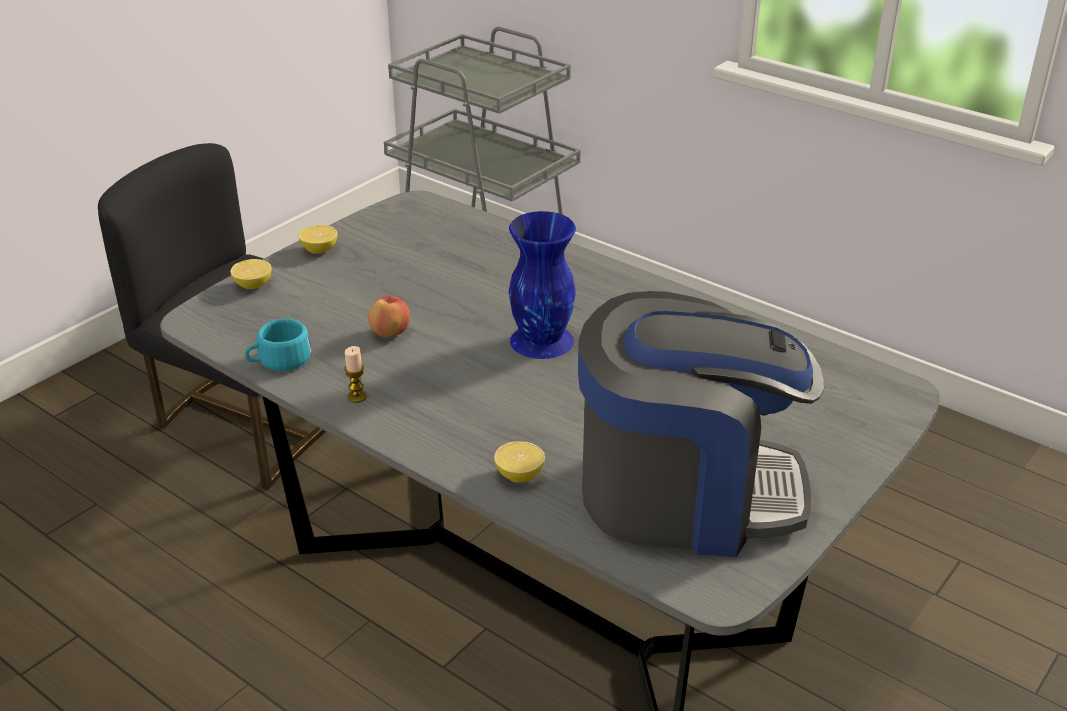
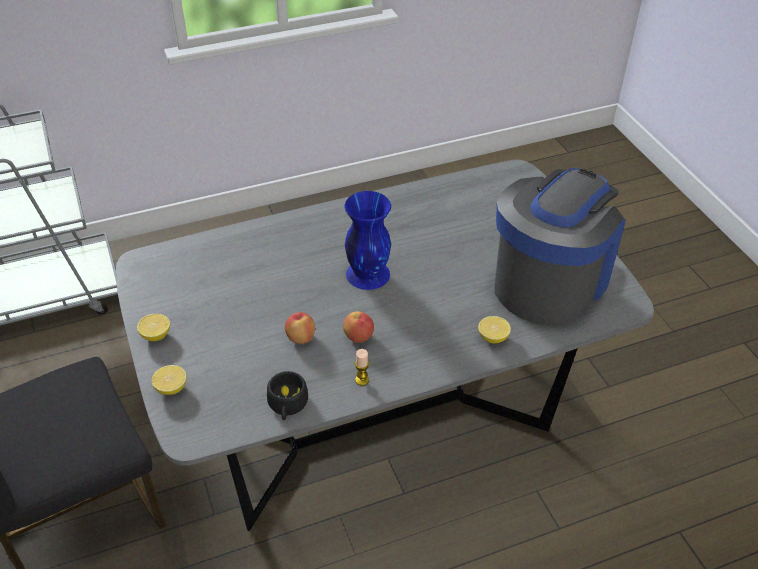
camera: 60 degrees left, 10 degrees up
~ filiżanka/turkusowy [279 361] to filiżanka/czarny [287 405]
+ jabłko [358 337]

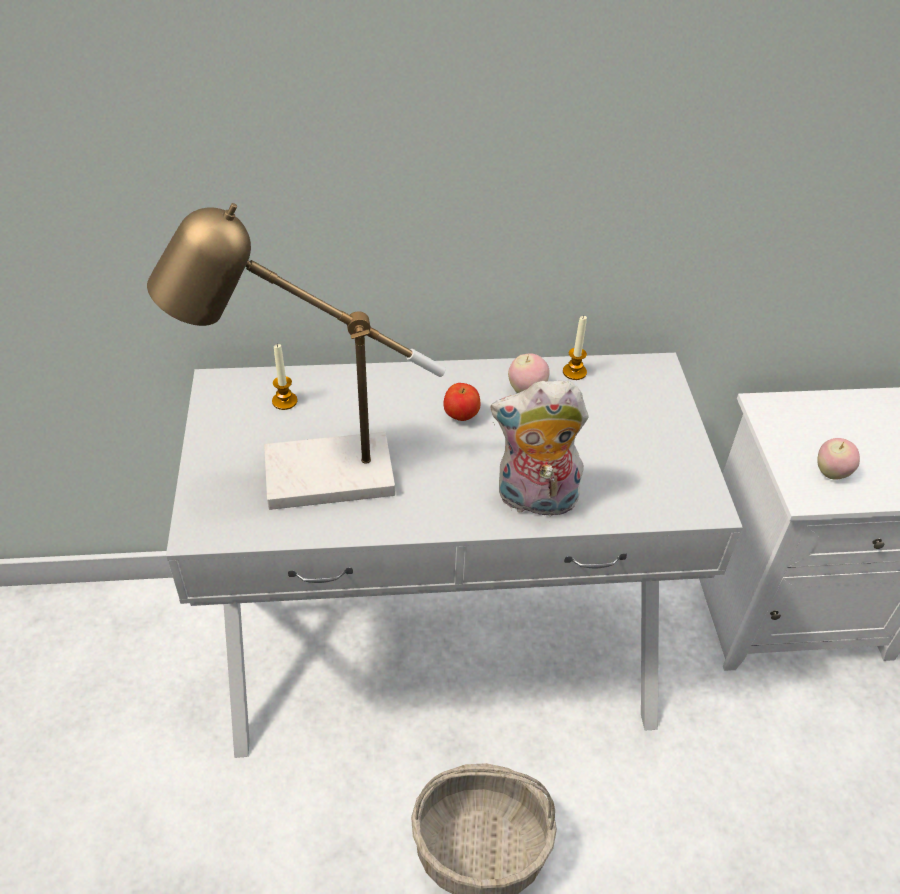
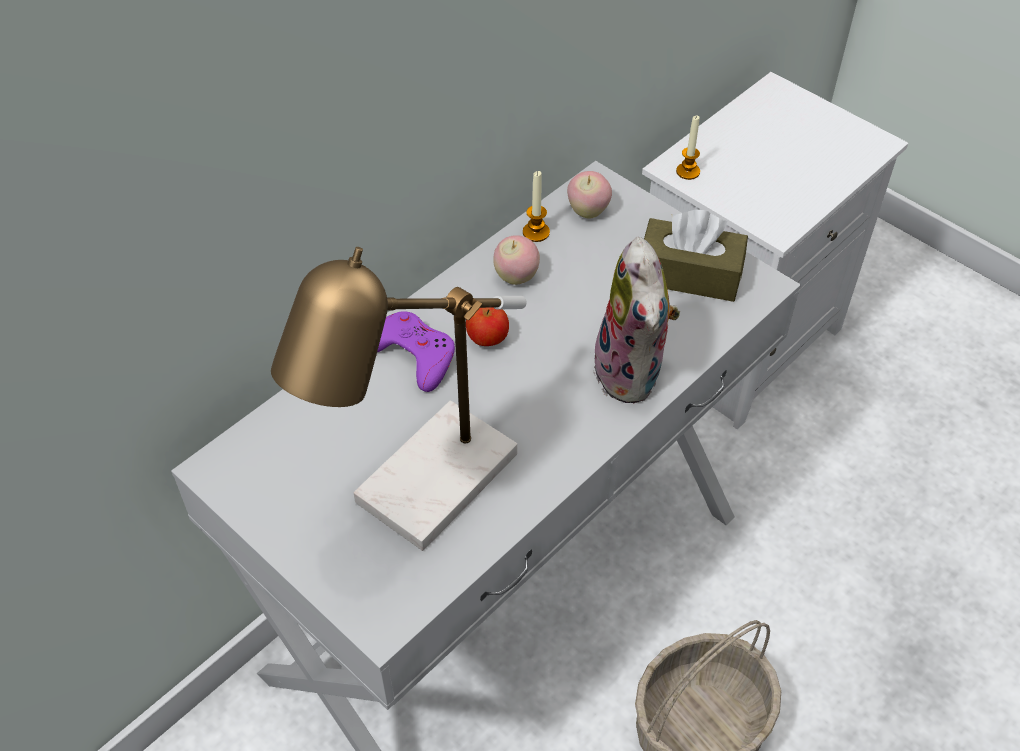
camera: 40 degrees left, 5 degrees up
+ pad do gier/fioletowy [412 355]
~ jabłko [831 473] to [588 211]
~ pluszak [534 500] = [633 373] 60 degrees counterclockwise
+ pudełko chusteczek/brązowy [689 274]
~ świeca [284 401] to [688 171]

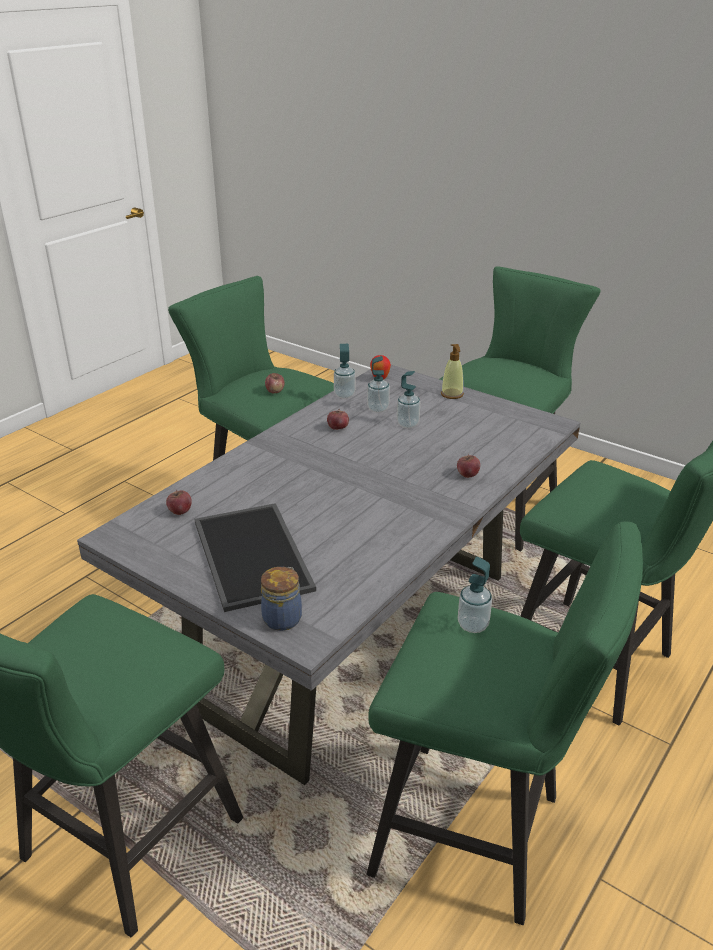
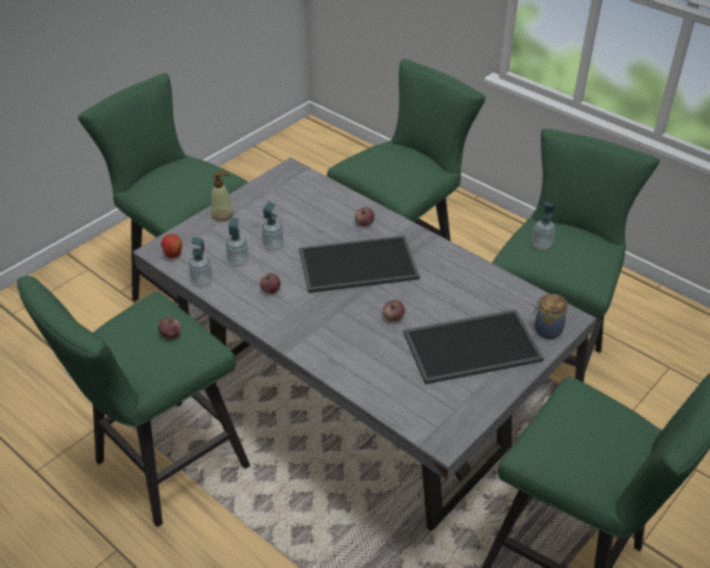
camera: 85 degrees left, 10 degrees up
+ taca [357 266]
~ jabłko [180 511] to [393 317]

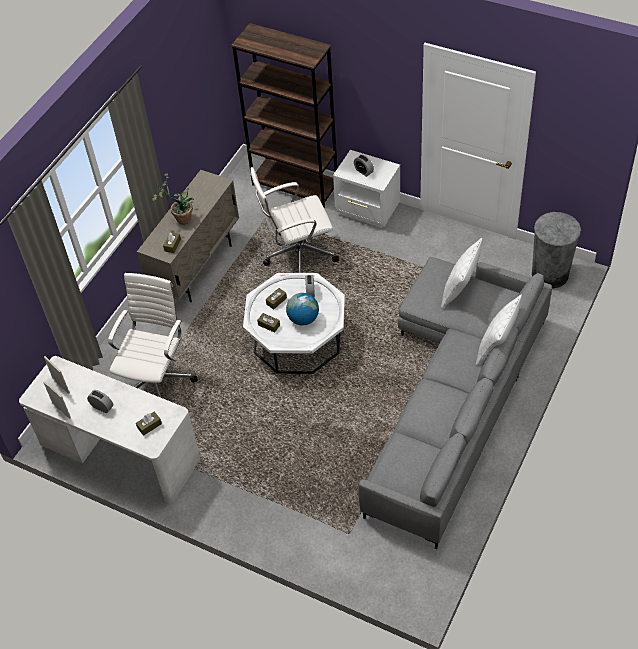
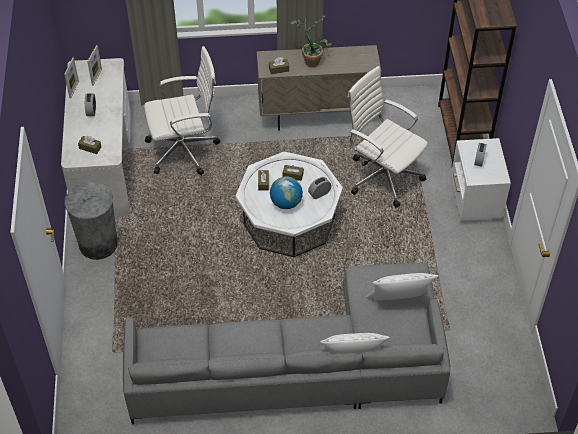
camera: 55 degrees right, 0 degrees up
~ kosz na śmieci/szary [550 274] to [98 244]

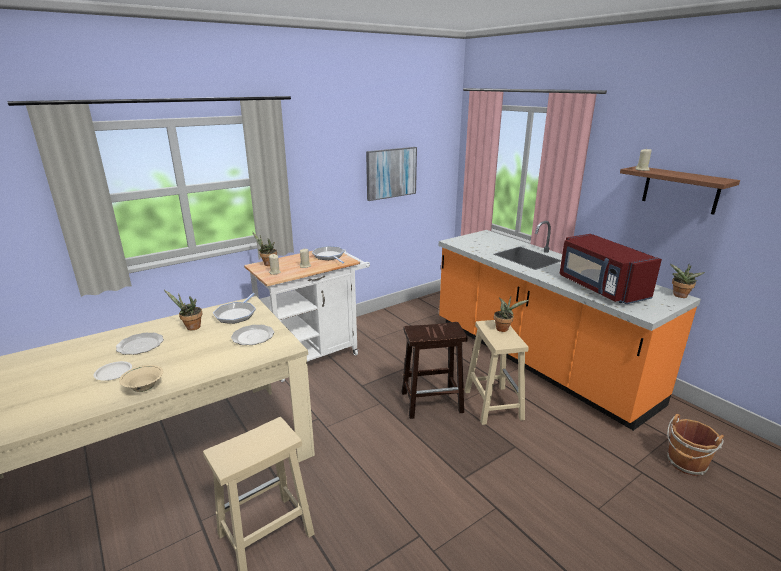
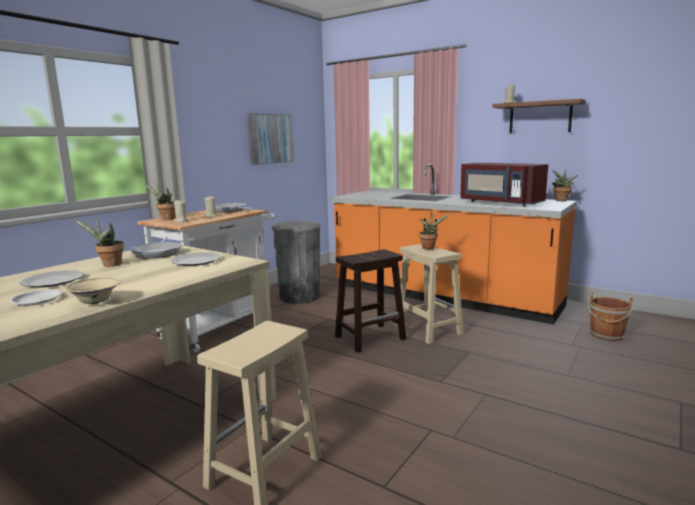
camera: 20 degrees left, 10 degrees down
+ kosz na śmieci/szary [299 297]

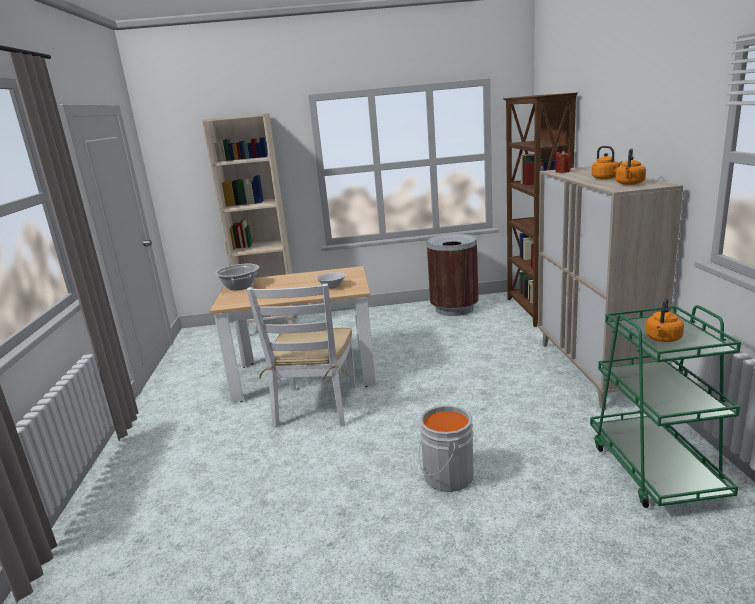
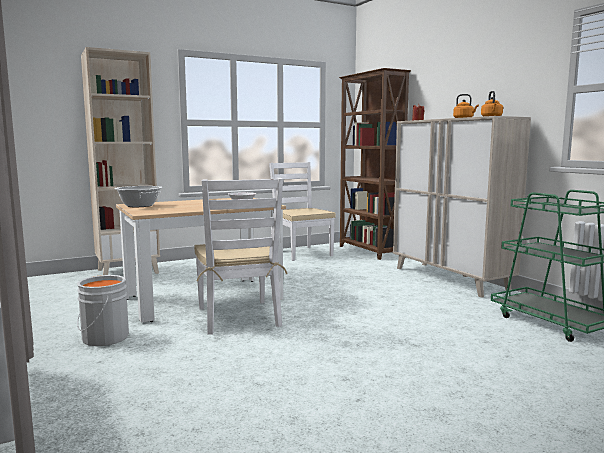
camera: 25 degrees left, 10 degrees down
~ wiadro/szary [445 476] to [103 338]
~ kosz na śmieci/brązowy [454 309] to krzesło/biały [301 253]
- czajnik/pomarańczowy [663 339]

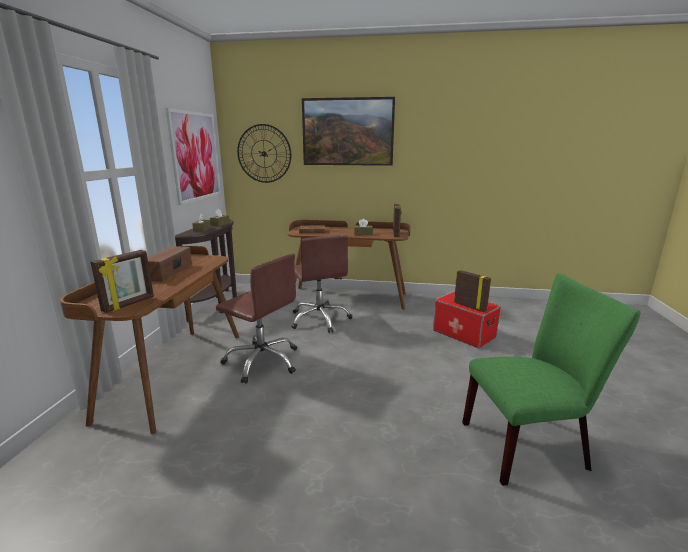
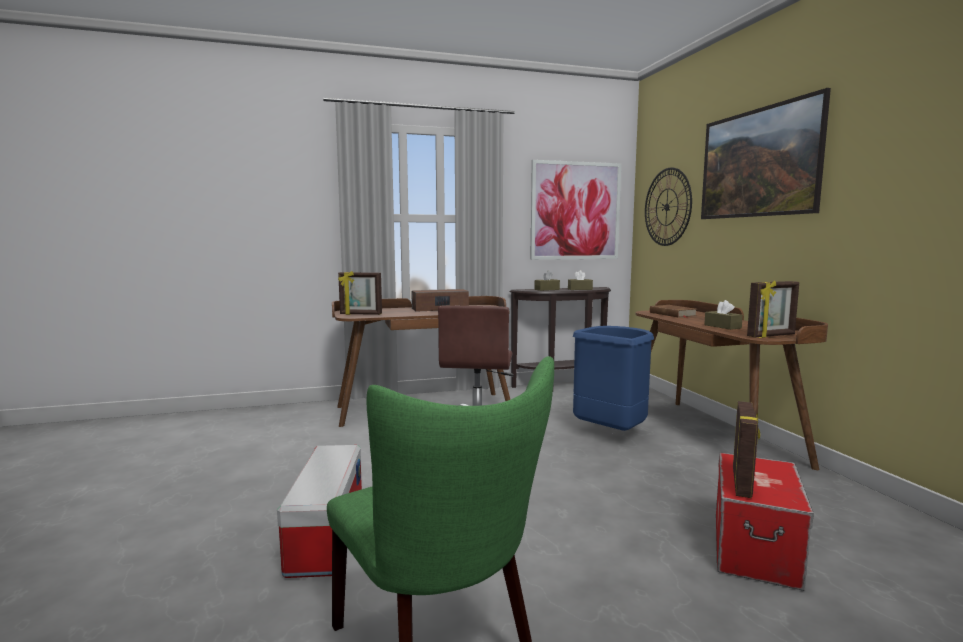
camera: 65 degrees right, 10 degrees down
+ pojemnik do przechowywania [326 534]
~ krzesło biurowe/brązowy [320 319] to kosz na śmieci/niebieski [611 433]

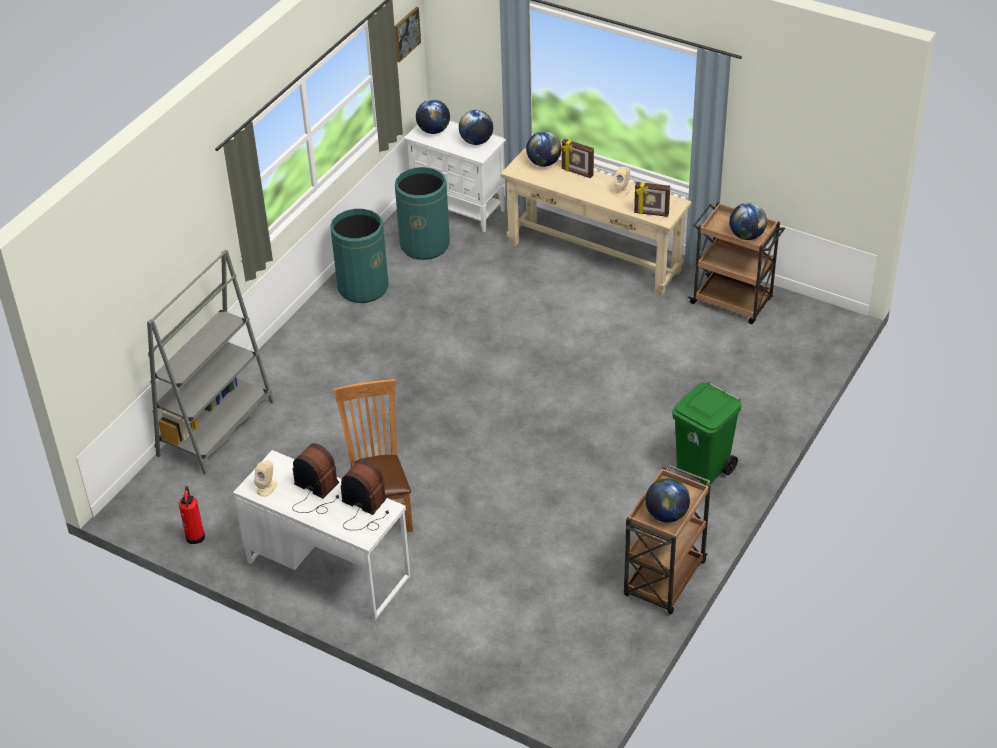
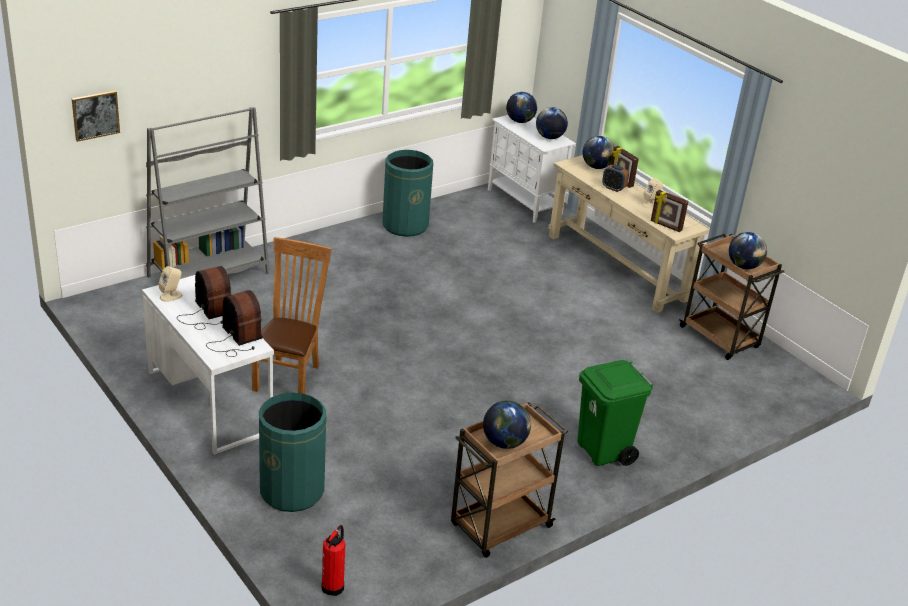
camera: 20 degrees right, 10 degrees down
~ obraz [406 34] to [95 115]
~ kosz na śmieci/zielony [425 244] to [292 491]
~ gaśnica [195 535] to [334 585]
+ budzik [613 188]

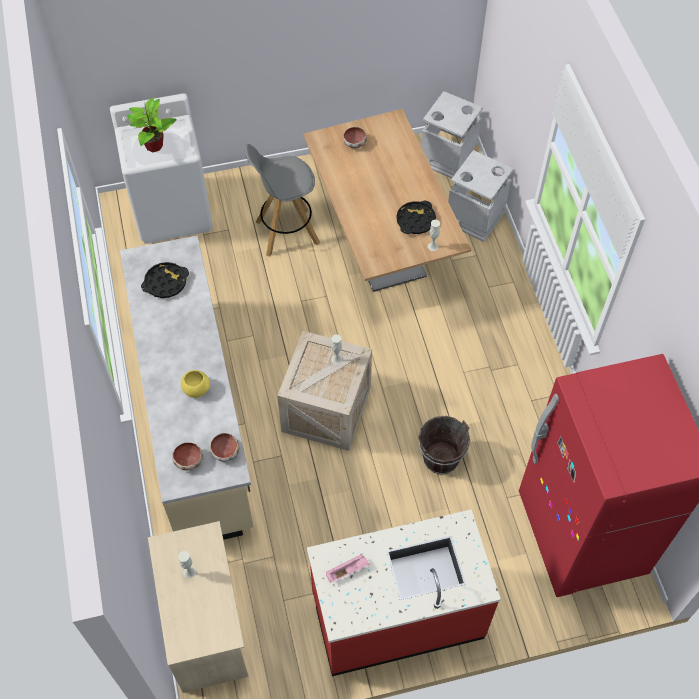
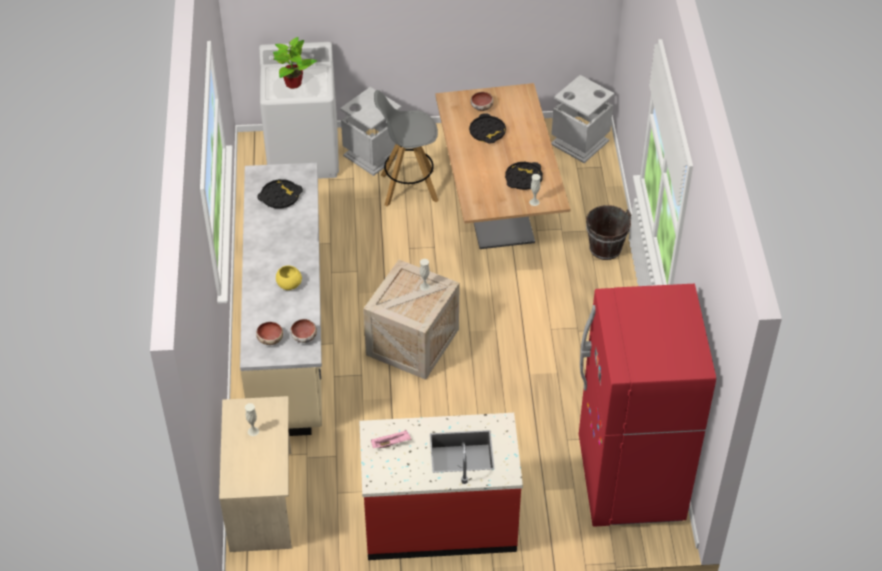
camera: 10 degrees right, 10 degrees down
~ kosz na śmieci/szary [476 217] to [373 155]
+ taca/czarny [487 132]
~ wiadro/brązowy [441 459] to [605 249]

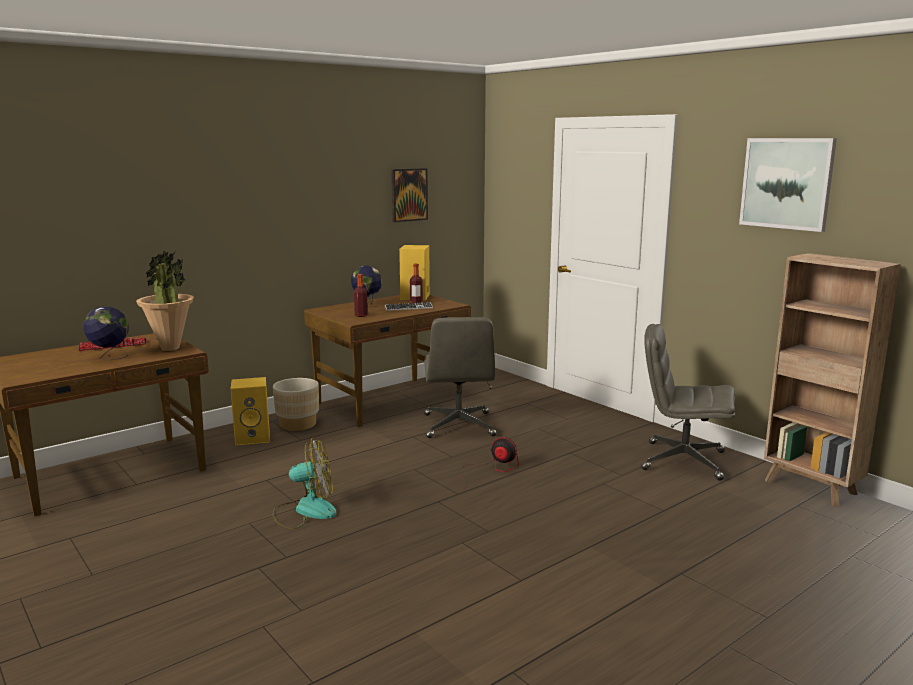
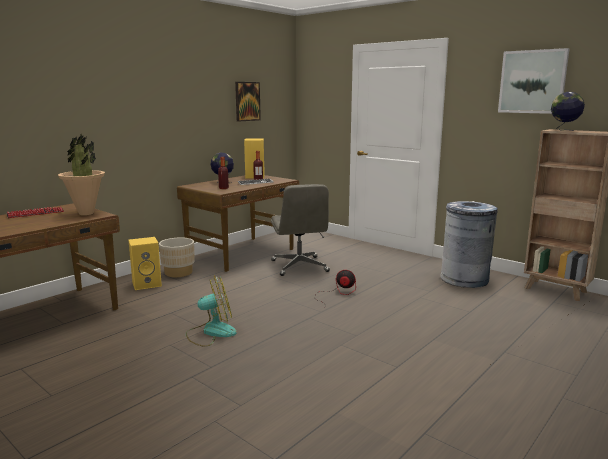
camera: 10 degrees left, 0 degrees up
~ krzesło biurowe/szary [682 461] to kosz na śmieci/szary [464 279]
~ globus [109 357] to [564 130]

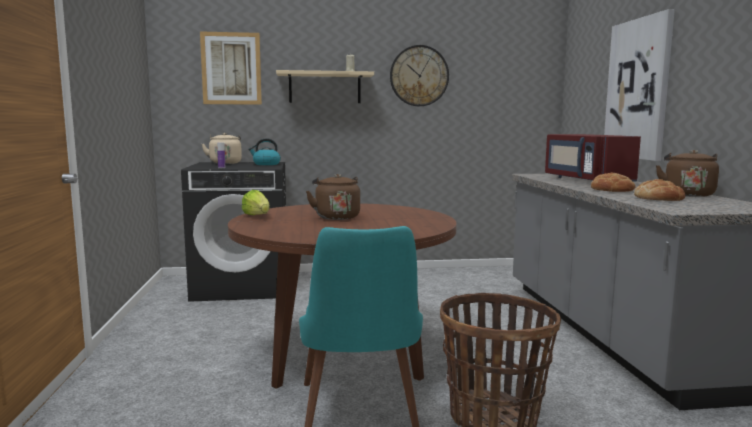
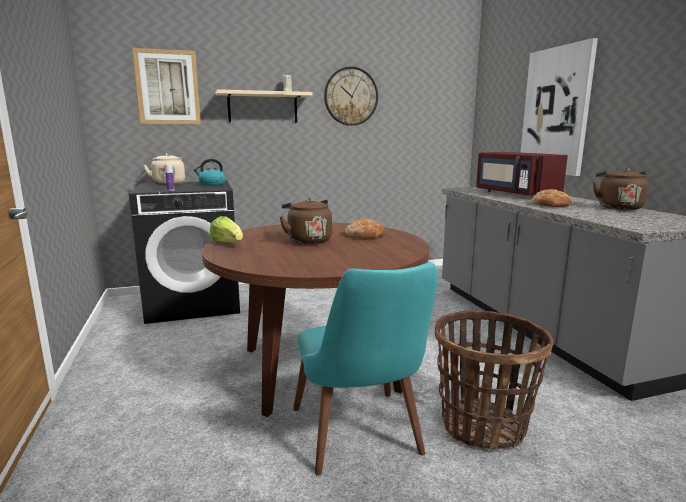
camera: 10 degrees left, 5 degrees up
~ chleb [658 198] to [364 235]

